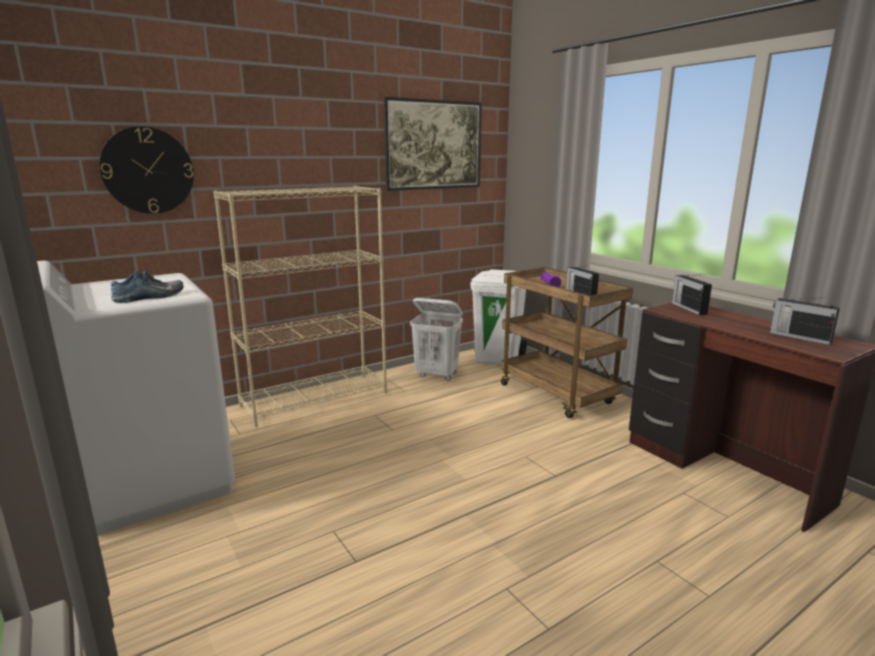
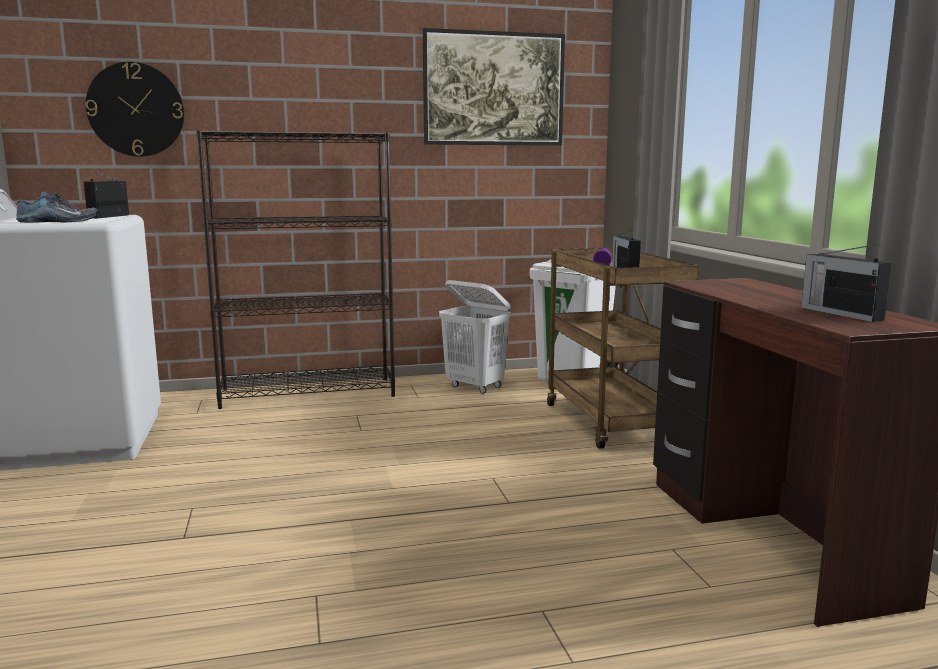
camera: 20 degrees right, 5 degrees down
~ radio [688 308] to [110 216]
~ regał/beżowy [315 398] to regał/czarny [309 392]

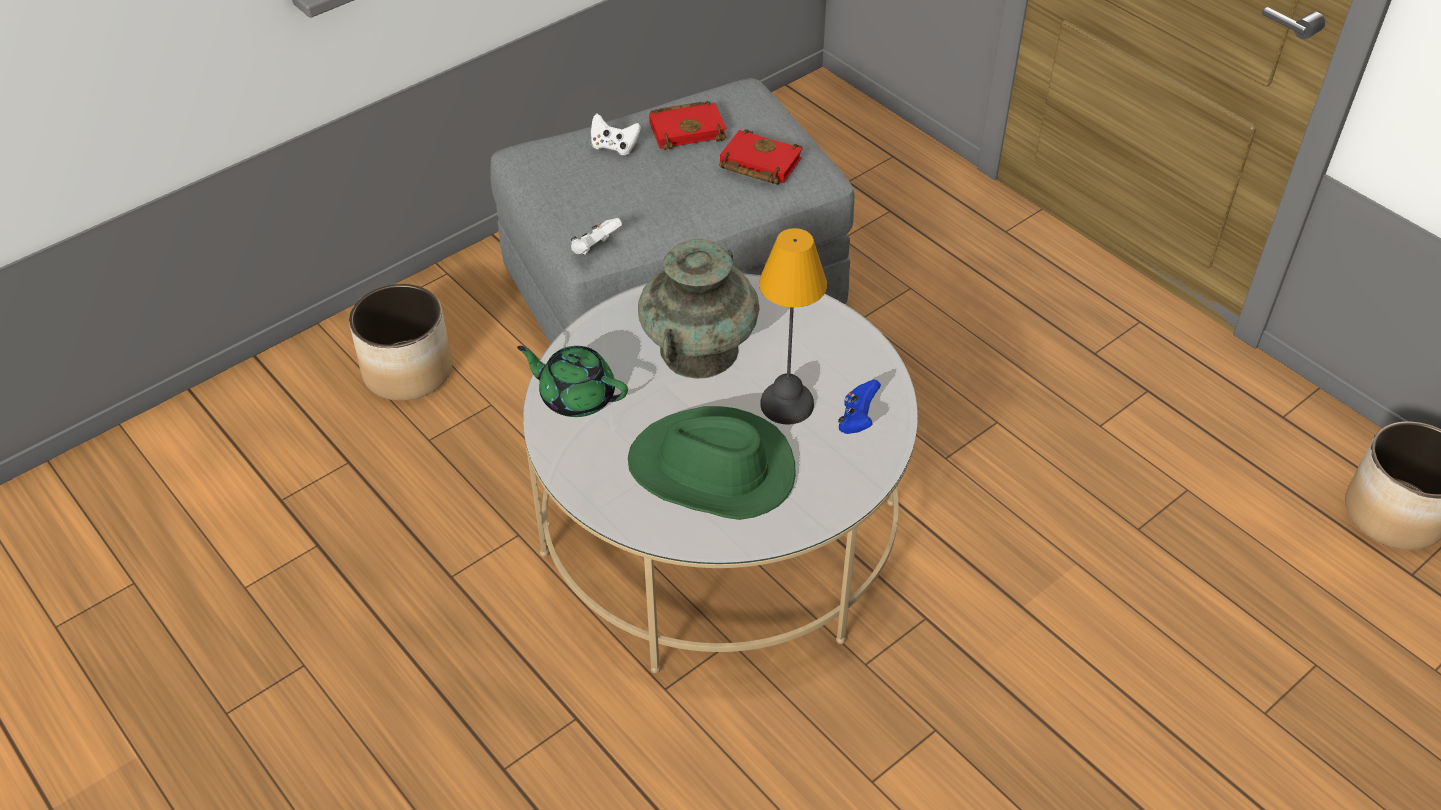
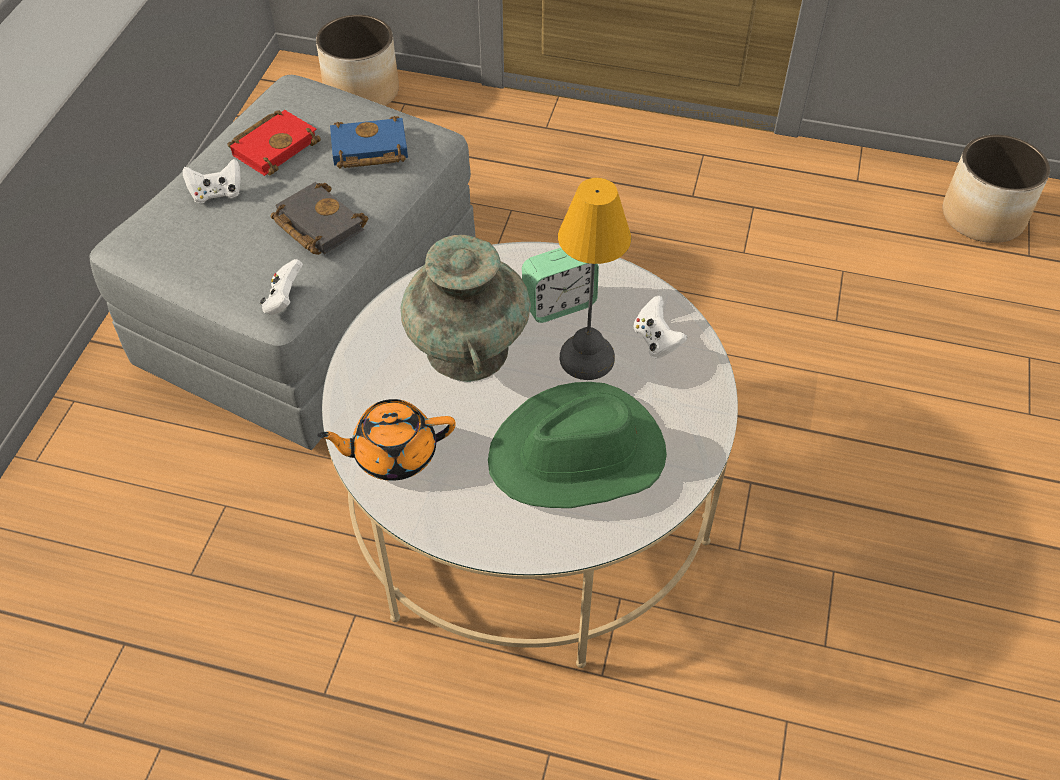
camera: 35 degrees left, 5 degrees up
+ książka/czarny [316 224]
~ donica [408 370] to [361 91]
~ imbryk/zielony [576 396] to imbryk/pomarańczowy [393 454]
~ książka/czerwony [757 164] to książka/niebieski [367 150]
+ budzik [559 304]
~ pad do gier/niebieski [857 420] to pad do gier/biały [656 340]

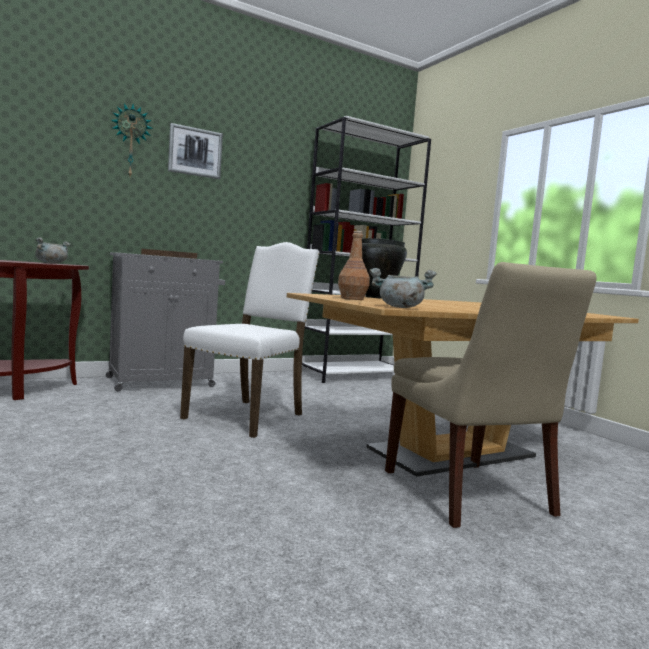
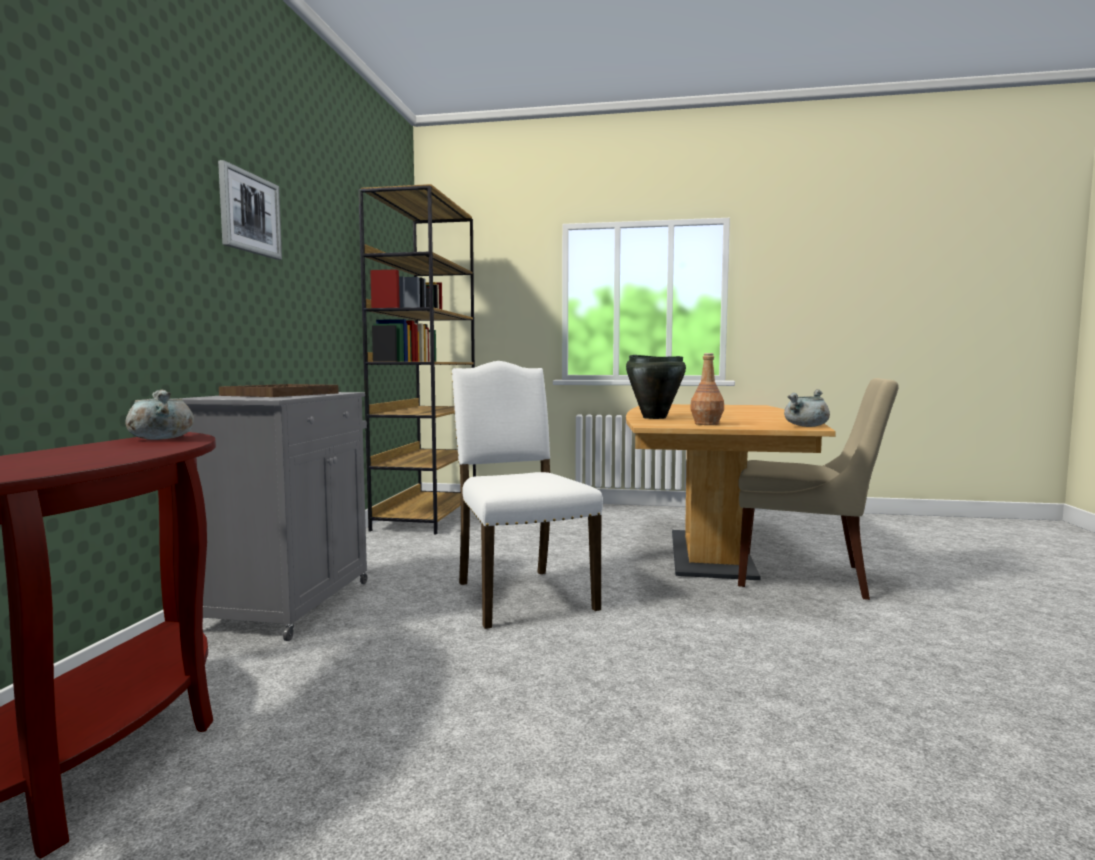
camera: 50 degrees left, 0 degrees up
~ regał/biały [353 375] to regał/brązowy [426 516]
- zegar ścienny [130 141]

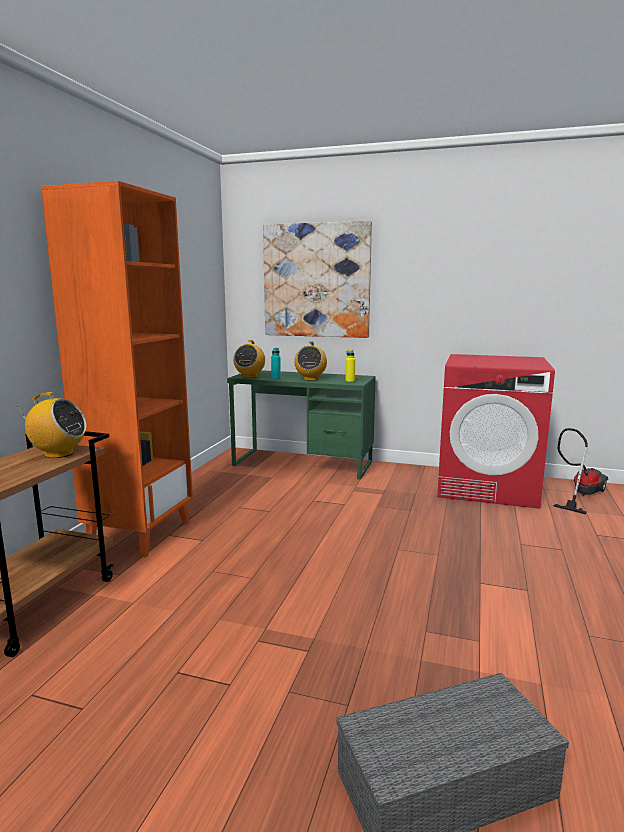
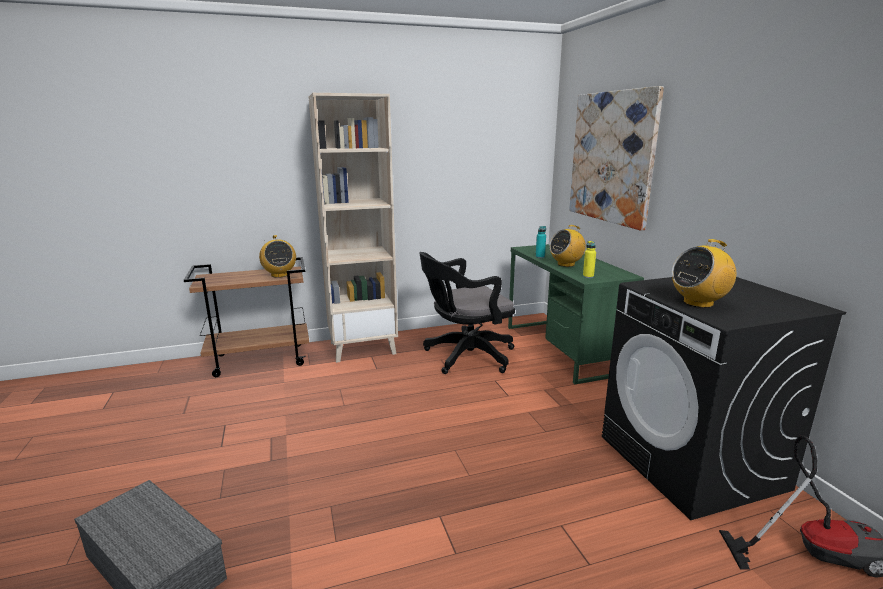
camera: 55 degrees right, 5 degrees up
~ regał/pomarańczowy [140 533] to regał/beżowy [363 348]
+ krzesło biurowe/czarny [465 357]
~ pralka/czerwony [487 487] to pralka/czarny [691 462]
~ radio [249 376] to [698 303]

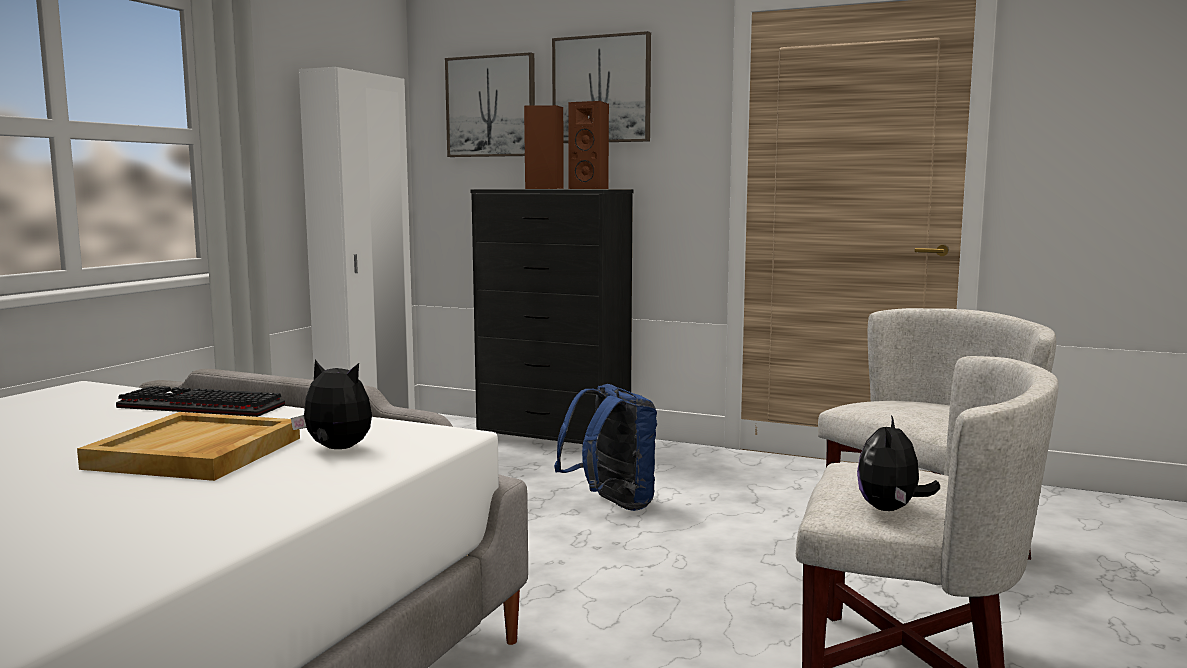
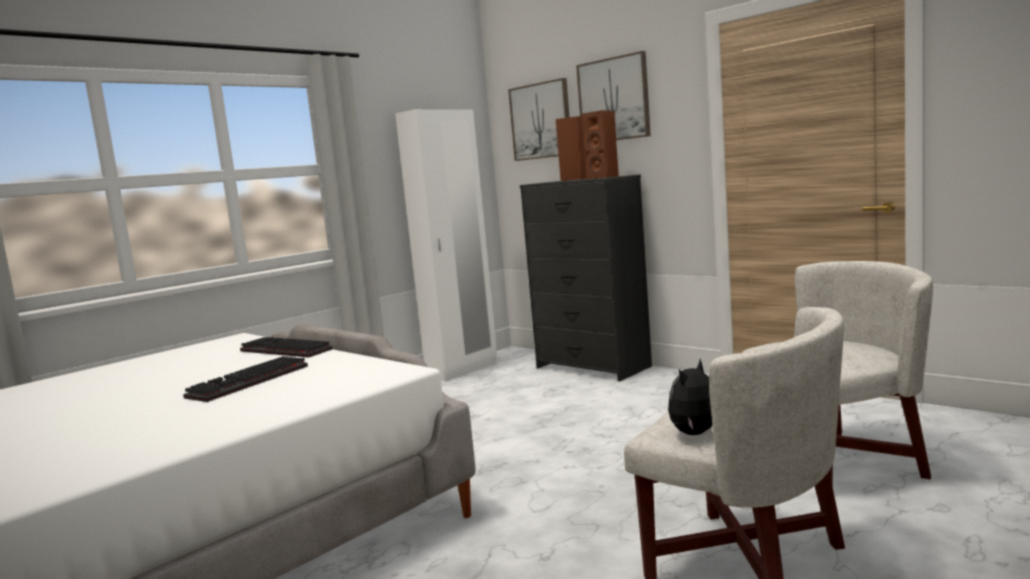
camera: 20 degrees right, 0 degrees up
~ taca/beżowy [196 453] to klawiatura [249 382]
- pluszak [336 449]
- plecak/niebieski [611 504]

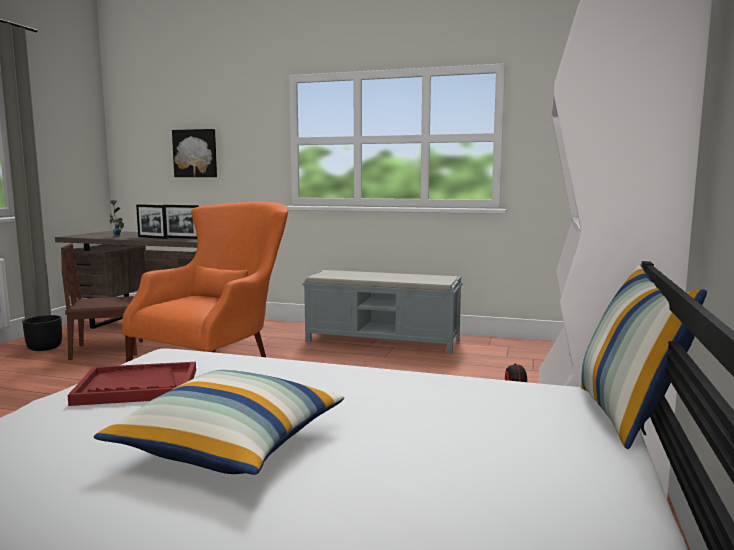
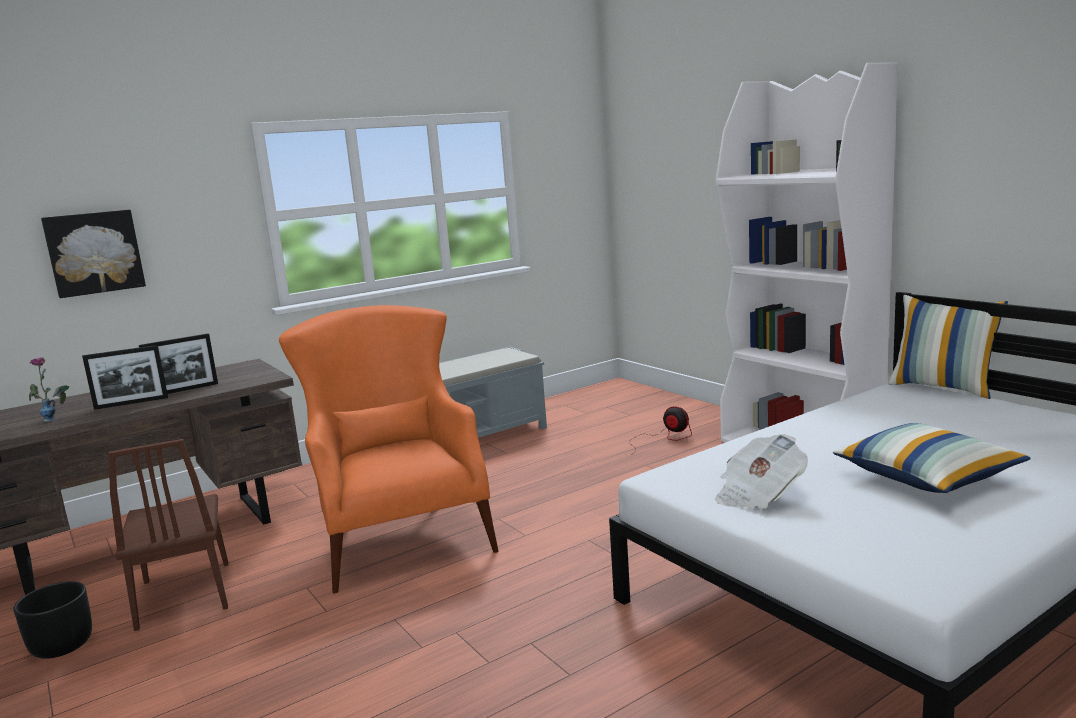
camera: 50 degrees left, 5 degrees up
~ krzesło/brązowy [107 350] = [184 594] 45 degrees counterclockwise
~ taca/czerwony [137 387] to gazeta [758 495]

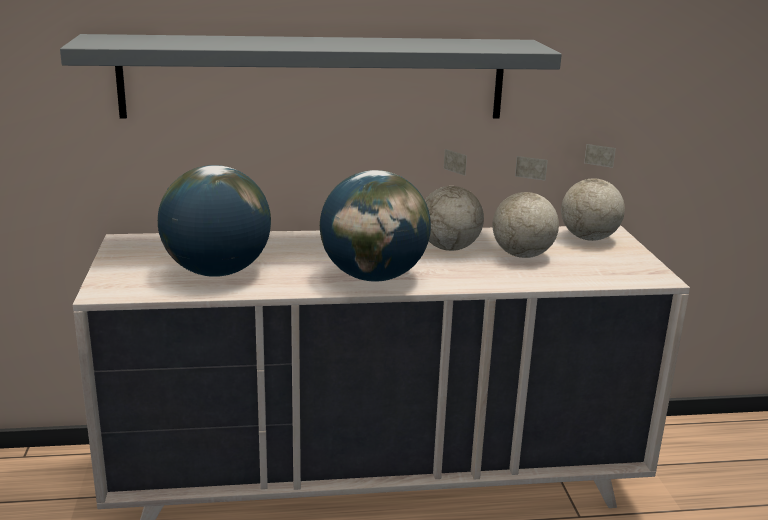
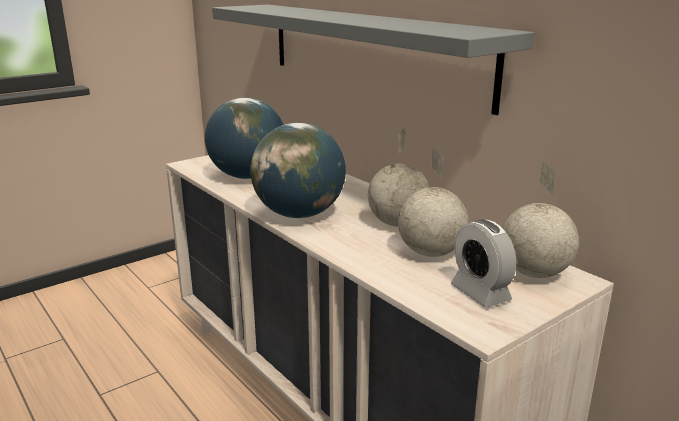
camera: 60 degrees right, 0 degrees up
+ budzik [480 293]

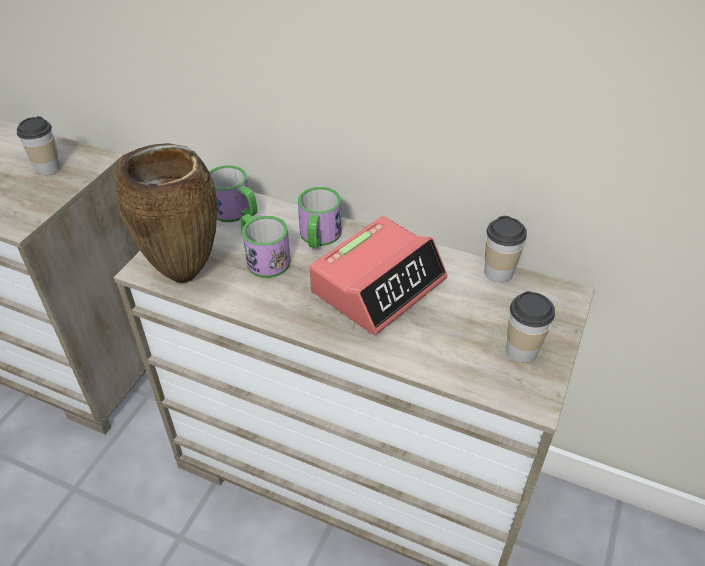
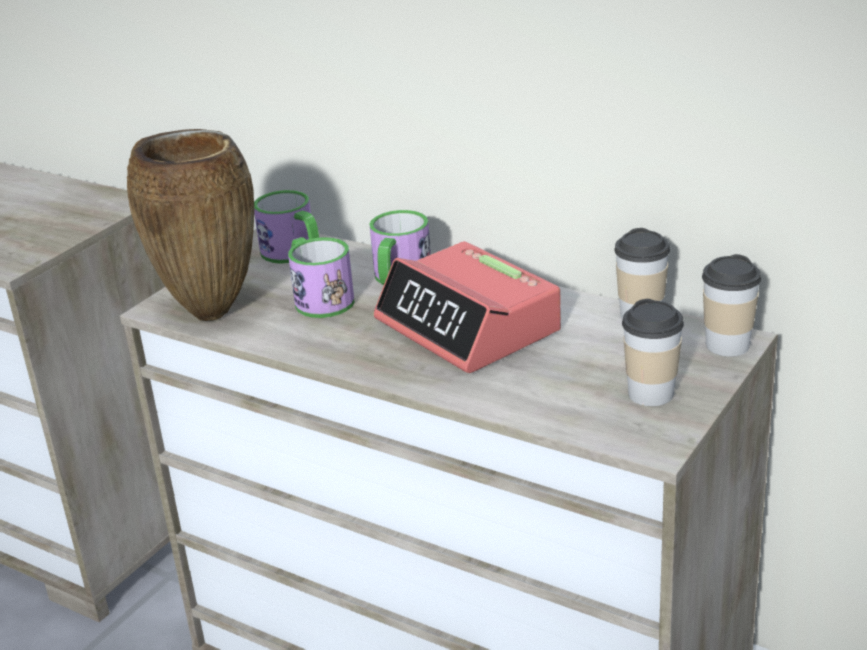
camera: 10 degrees right, 15 degrees down
~ budzik [378 285] = [468 326] 90 degrees clockwise
~ filiżanka [48 168] to [727 345]

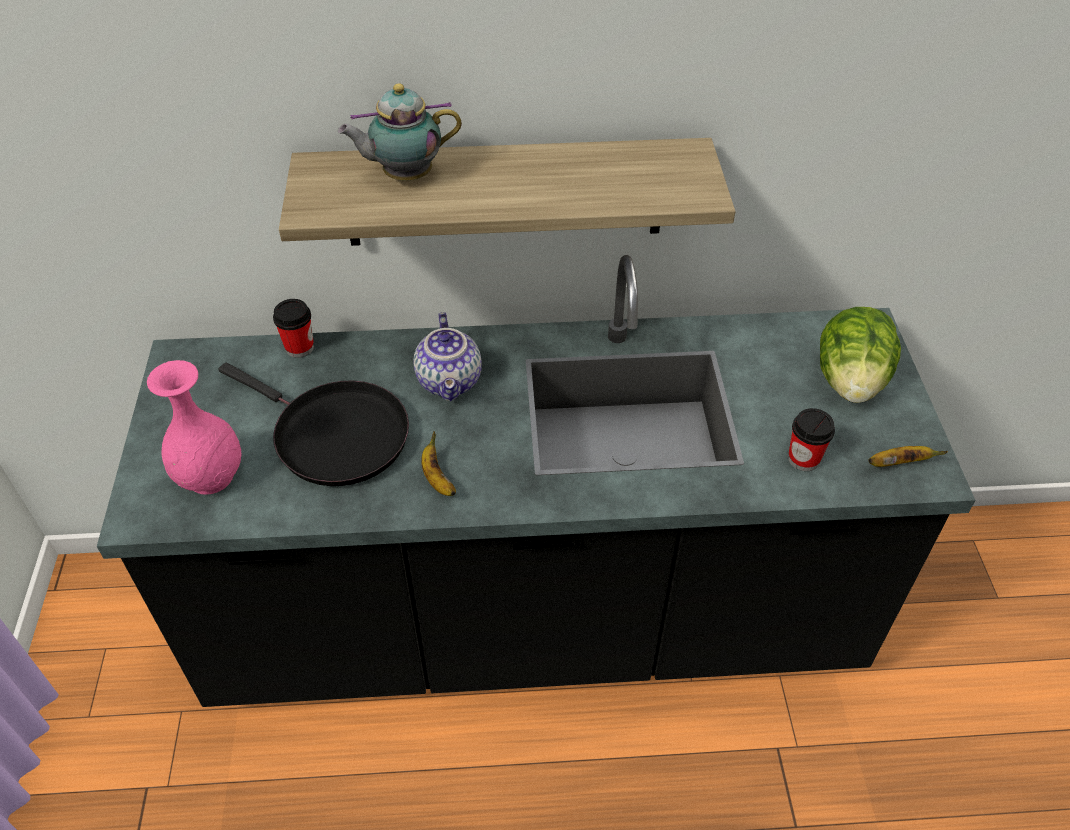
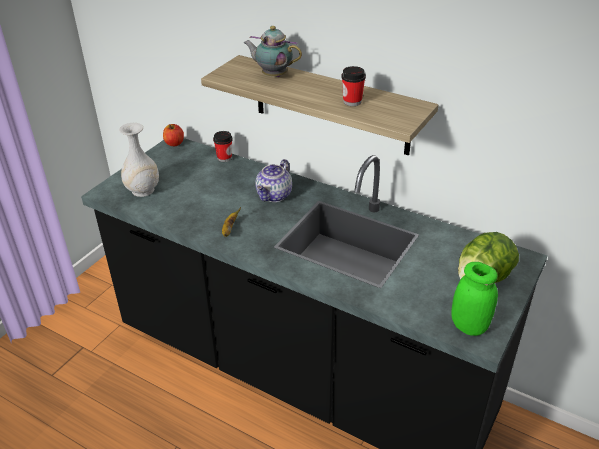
camera: 35 degrees right, 10 degrees down
~ wazon/różowy [211 477] to wazon/biały [143 190]
+ jabłko [174 143]
~ filiżanka [803 459] to [352 102]
~ banan [898 463] to słoik/zielony [469 326]
- patelnia/czarny [334 435]

